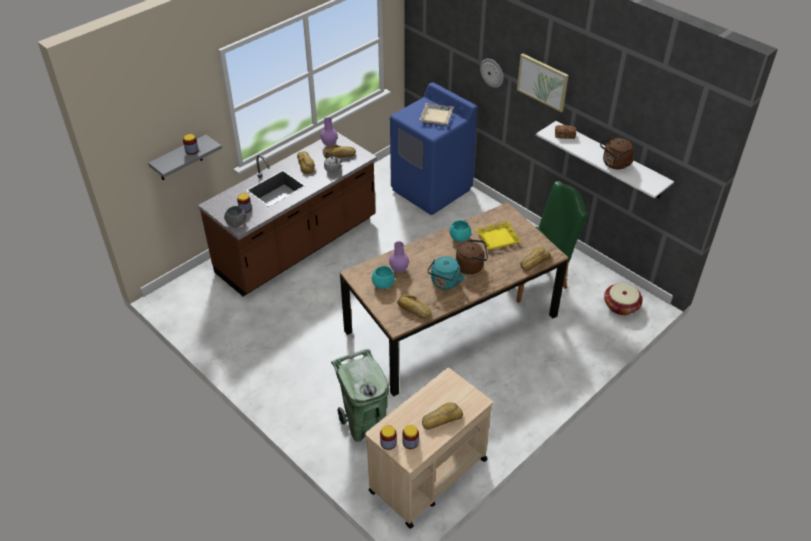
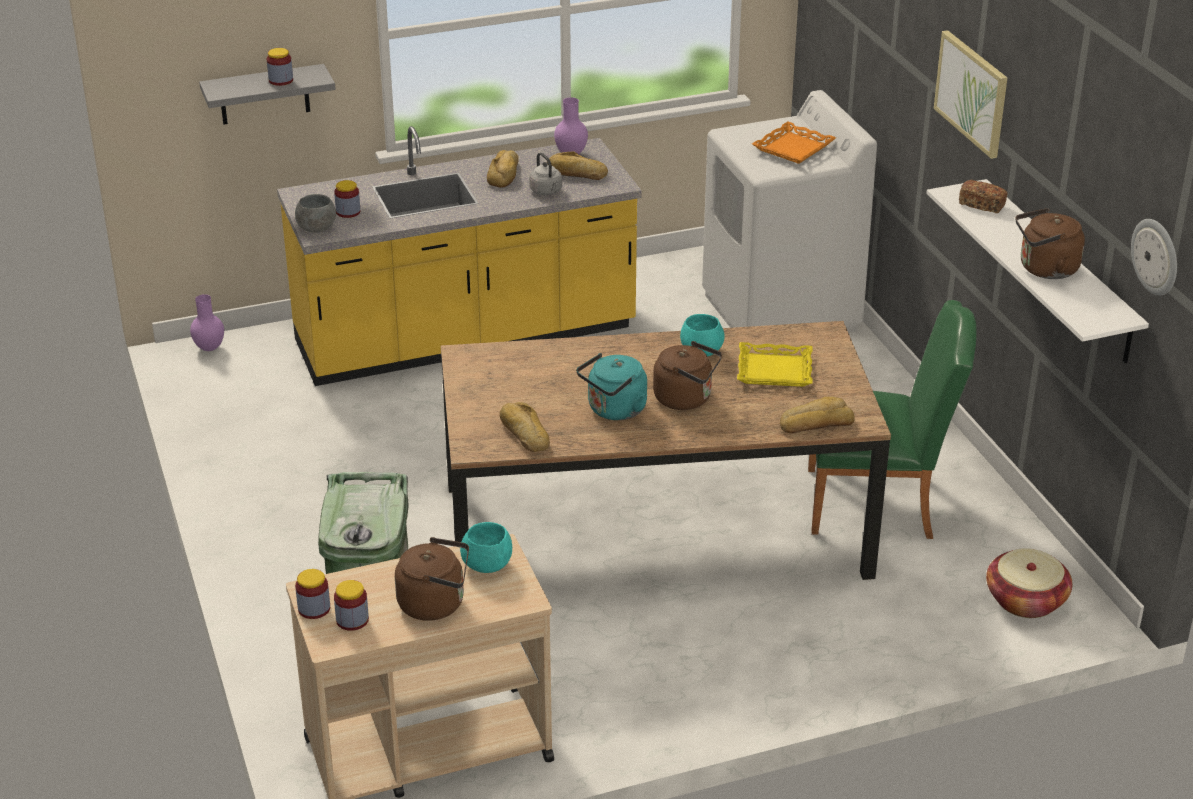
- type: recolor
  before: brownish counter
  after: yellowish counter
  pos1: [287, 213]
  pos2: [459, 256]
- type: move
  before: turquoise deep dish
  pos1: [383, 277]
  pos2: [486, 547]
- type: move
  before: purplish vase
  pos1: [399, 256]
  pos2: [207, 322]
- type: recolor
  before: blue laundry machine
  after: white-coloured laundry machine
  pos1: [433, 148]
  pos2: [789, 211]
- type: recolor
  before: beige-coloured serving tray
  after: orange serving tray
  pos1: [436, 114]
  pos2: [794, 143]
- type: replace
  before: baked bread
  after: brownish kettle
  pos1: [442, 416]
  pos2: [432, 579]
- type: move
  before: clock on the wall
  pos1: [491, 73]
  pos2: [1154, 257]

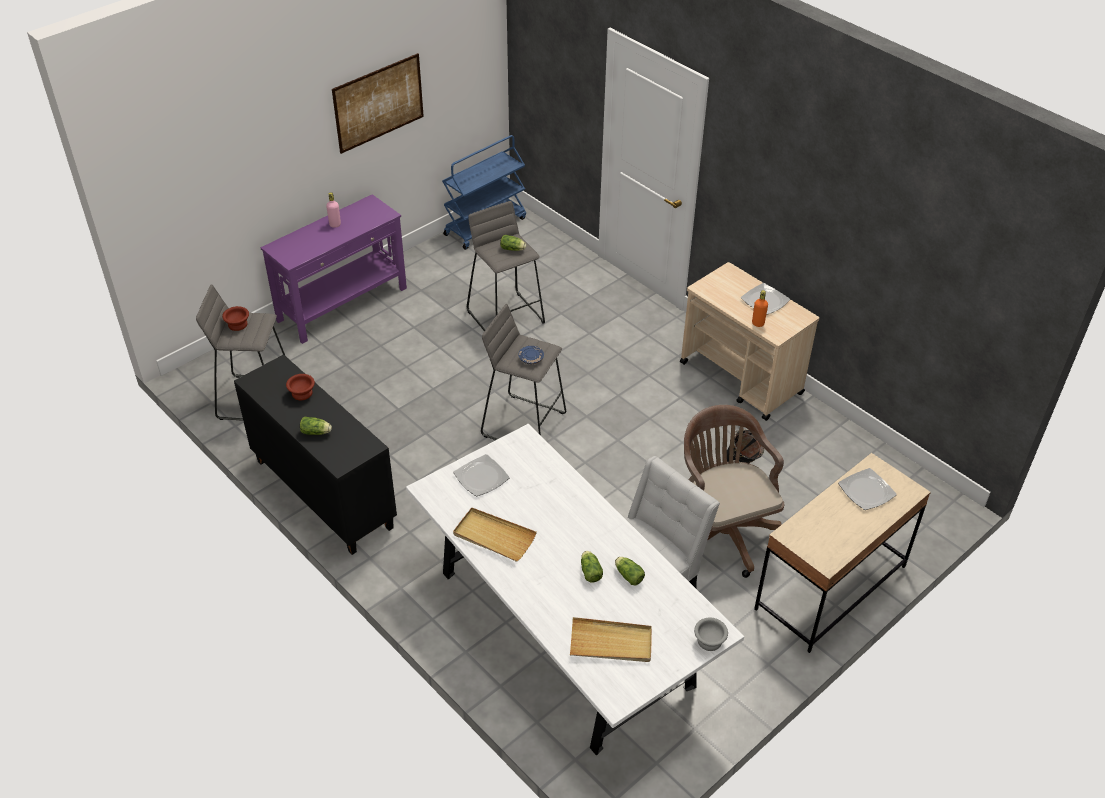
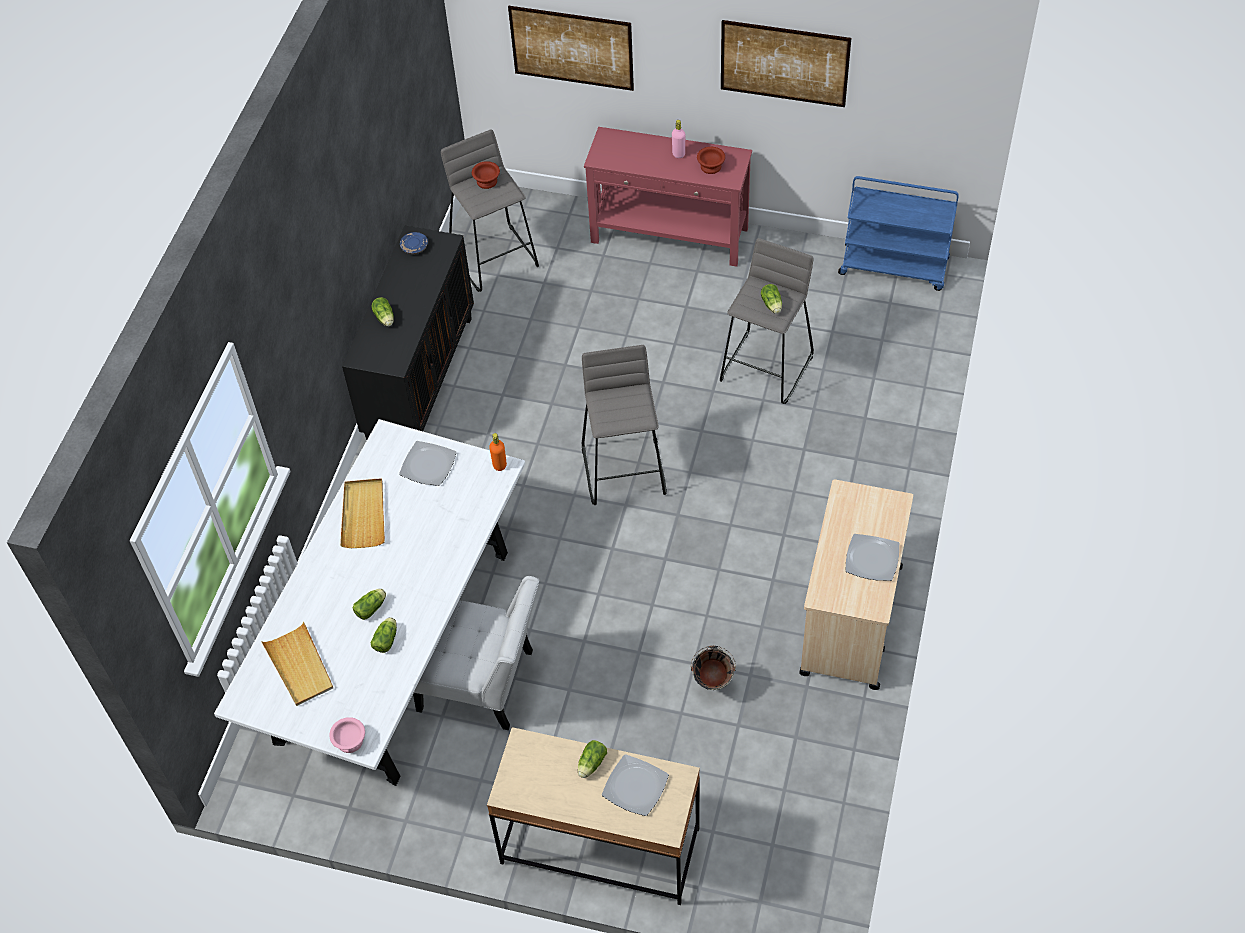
- type: recolor
  before: purplish hall table
  after: red-coloured hall table
  pos1: [333, 269]
  pos2: [668, 197]
- type: move
  before: brownish deep dish
  pos1: [300, 387]
  pos2: [711, 160]
- type: move
  before: blue flat dish
  pos1: [531, 355]
  pos2: [414, 243]
- type: delete
  before: brownish desk chair
  pos1: [734, 491]
- type: recolor
  before: greyish deep dish
  after: pink-coloured deep dish
  pos1: [711, 634]
  pos2: [347, 735]
- type: move
  before: orange bottle
  pos1: [760, 308]
  pos2: [498, 452]
- type: insert
  after: wall art
  pos2: [571, 48]
- type: insert
  after: lettuce
  pos2: [592, 759]

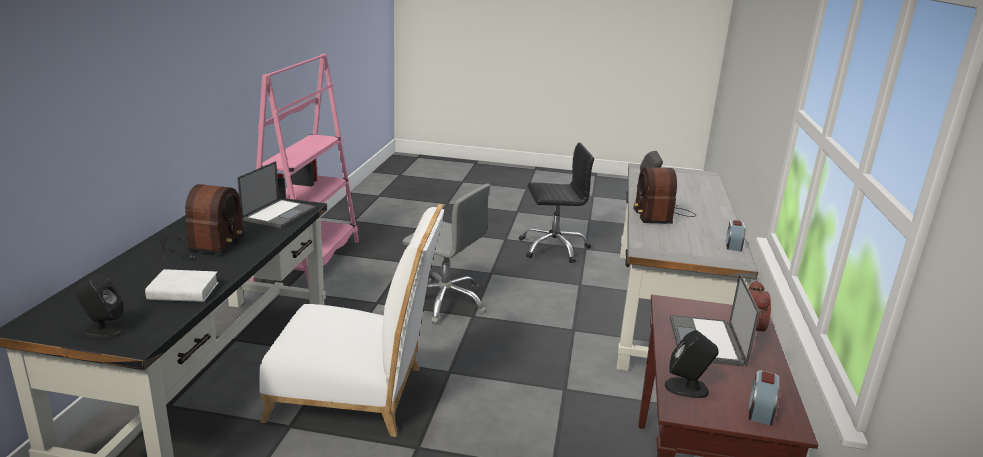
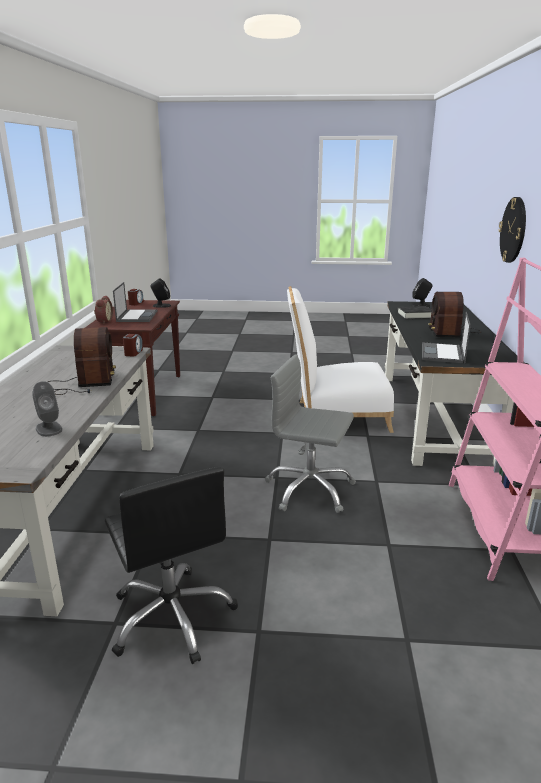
- type: recolor
  before: white-coloured volume
  after: black-coloured volume
  pos1: [182, 285]
  pos2: [414, 312]
- type: rotate
  before: black-coloured desk chair
  pos1: [556, 202]
  pos2: [171, 565]
  turn: -105
- type: move
  before: table clock
  pos1: [735, 236]
  pos2: [133, 345]
- type: insert
  after: clock on the wall
  pos2: [512, 230]

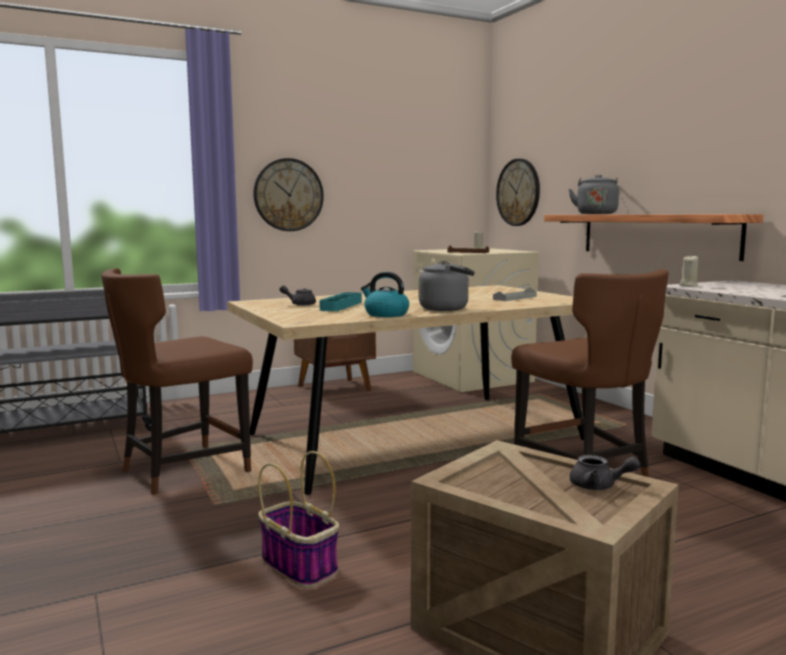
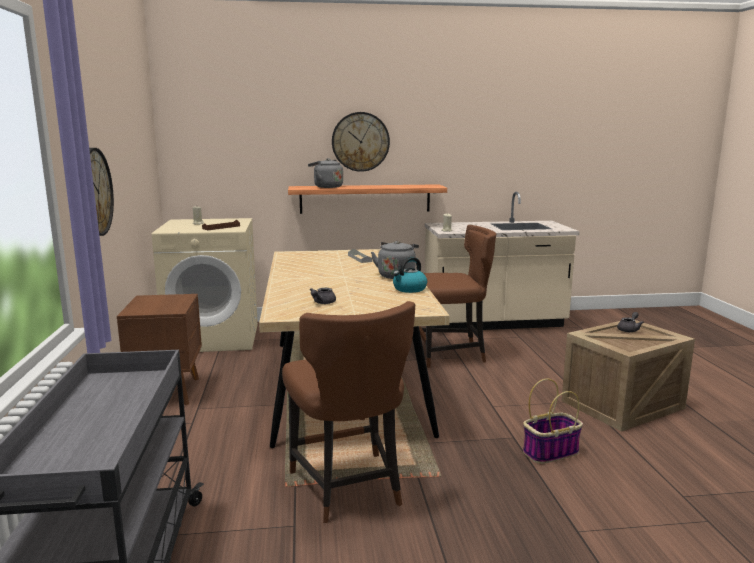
- type: delete
  before: turquoise serving tray
  pos1: [340, 301]
- type: move
  before: clock on the wall
  pos1: [518, 192]
  pos2: [361, 142]

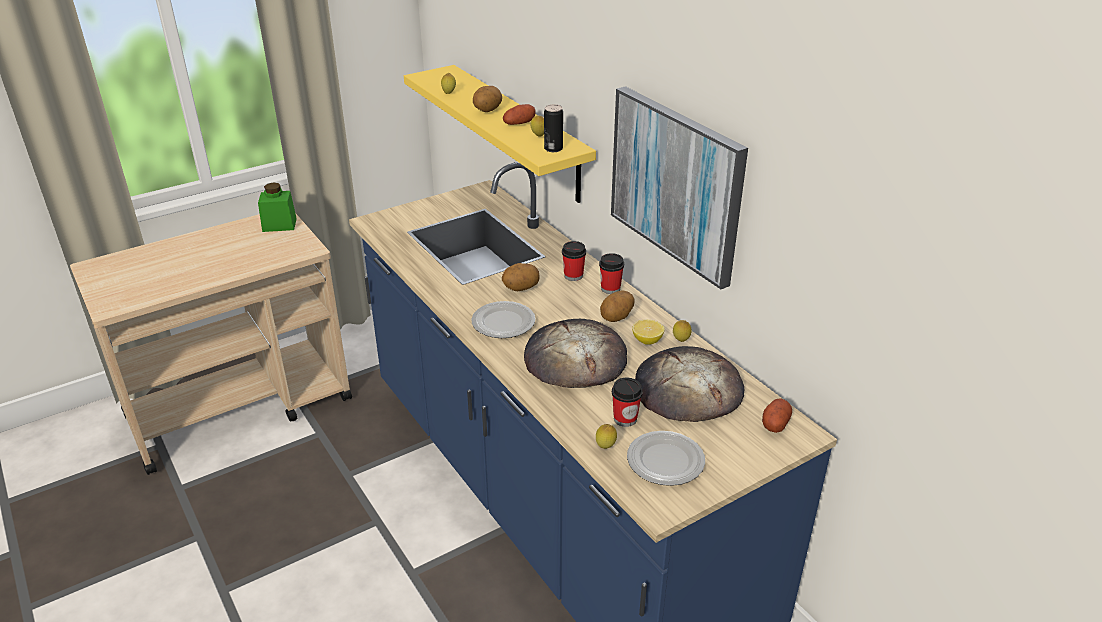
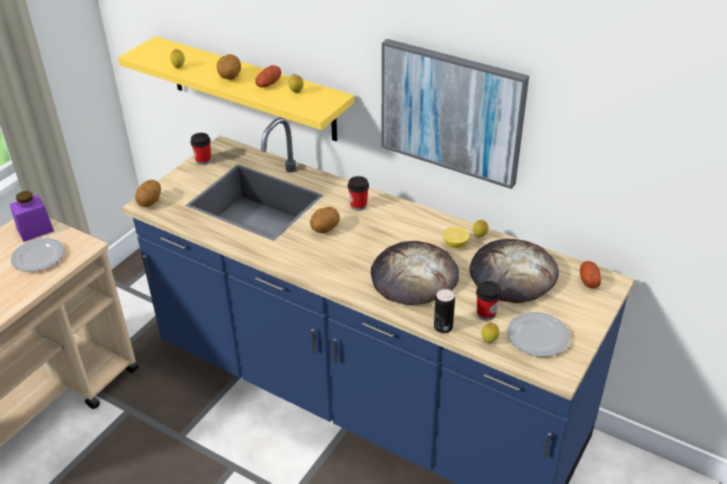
- type: recolor
  before: greenish storage jar
  after: purplish storage jar
  pos1: [277, 207]
  pos2: [32, 216]
- type: move
  before: flat dish
  pos1: [503, 319]
  pos2: [38, 255]
- type: move
  before: can
  pos1: [553, 128]
  pos2: [444, 311]
- type: move
  before: drinking cup
  pos1: [611, 273]
  pos2: [200, 149]
- type: move
  before: spud
  pos1: [617, 306]
  pos2: [148, 193]

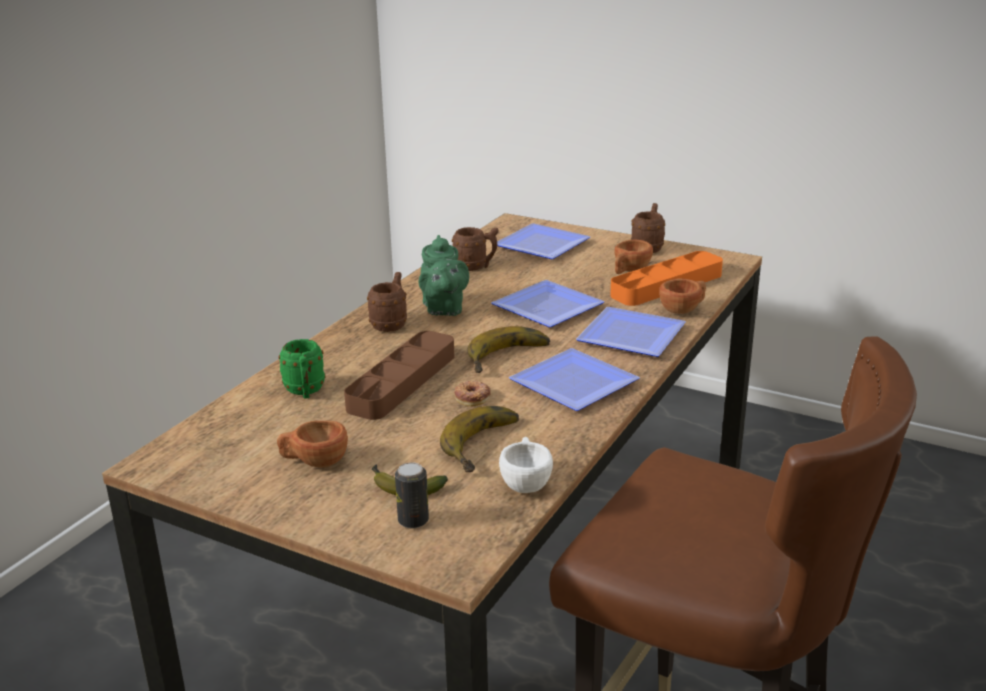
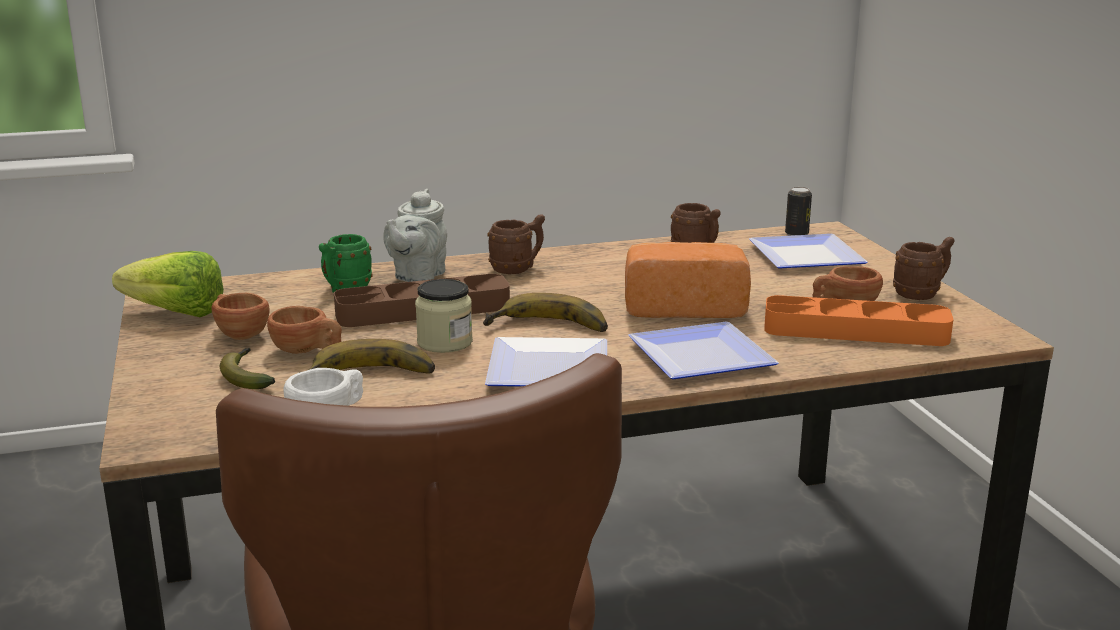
- type: move
  before: can
  pos1: [412, 495]
  pos2: [798, 211]
- type: delete
  before: greenish teapot
  pos1: [443, 275]
- type: replace
  before: doughnut
  after: storage jar
  pos1: [472, 394]
  pos2: [444, 316]
- type: replace
  before: flat dish
  after: baked bread
  pos1: [548, 303]
  pos2: [688, 280]
- type: move
  before: brownish drinking cup
  pos1: [682, 296]
  pos2: [304, 330]
- type: insert
  after: lettuce
  pos2: [168, 284]
- type: insert
  after: greyish teapot
  pos2: [415, 235]

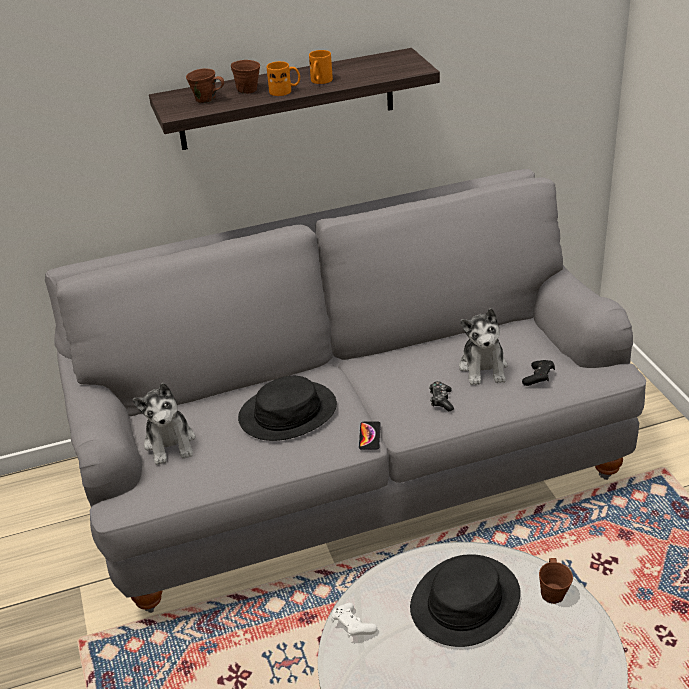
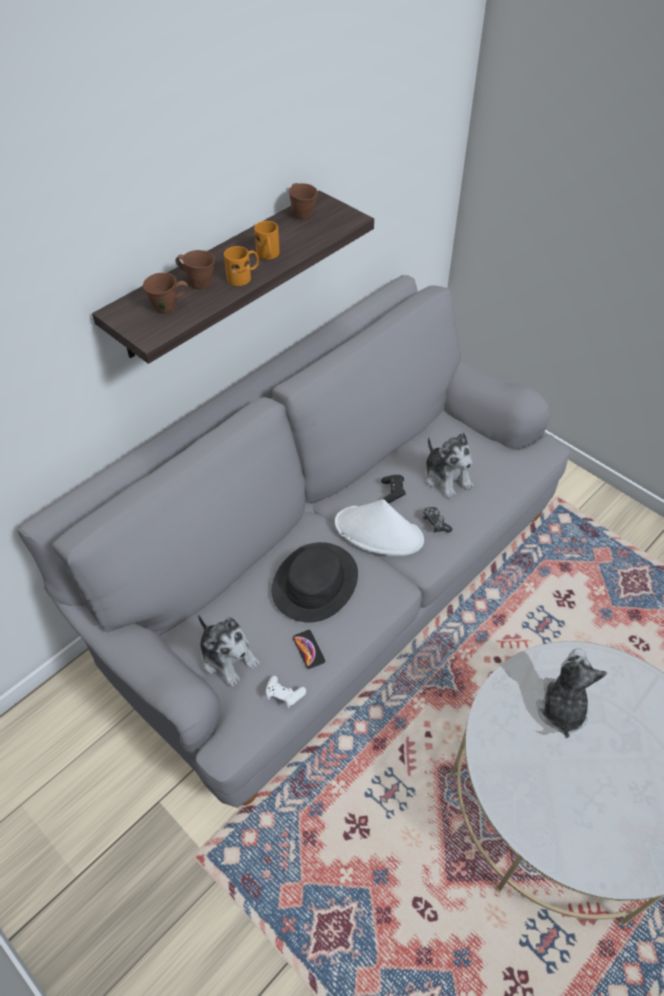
- type: move
  before: white-coloured joypad
  pos1: [354, 620]
  pos2: [286, 692]
- type: move
  before: phone
  pos1: [370, 436]
  pos2: [309, 649]
- type: replace
  before: black-coloured wearable hat
  after: plush toy
  pos1: [465, 600]
  pos2: [572, 693]
- type: move
  before: black-coloured joypad
  pos1: [538, 373]
  pos2: [393, 489]
- type: move
  before: brownish tea mug
  pos1: [556, 581]
  pos2: [303, 201]
- type: insert
  after: white-coloured wearable hat
  pos2: [379, 527]

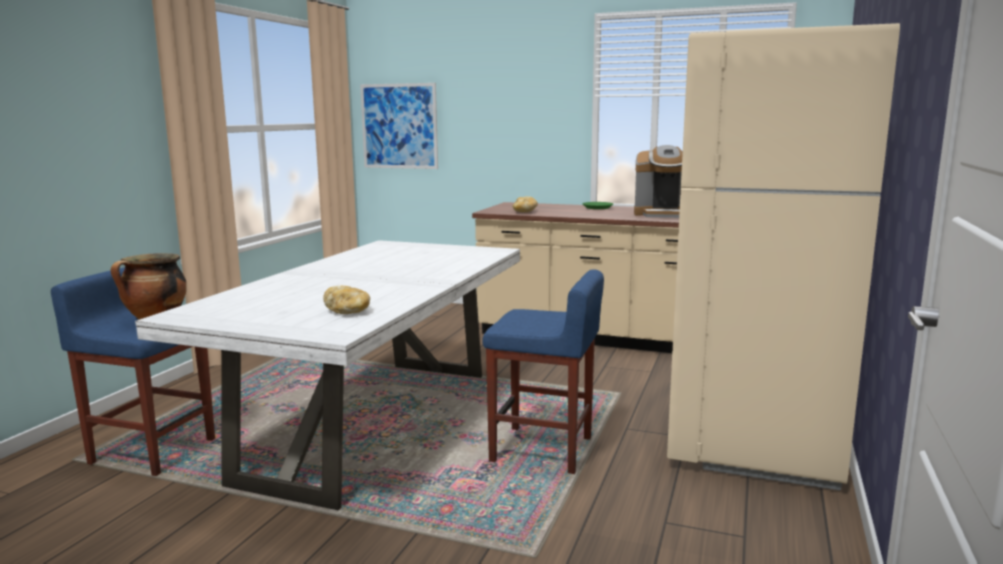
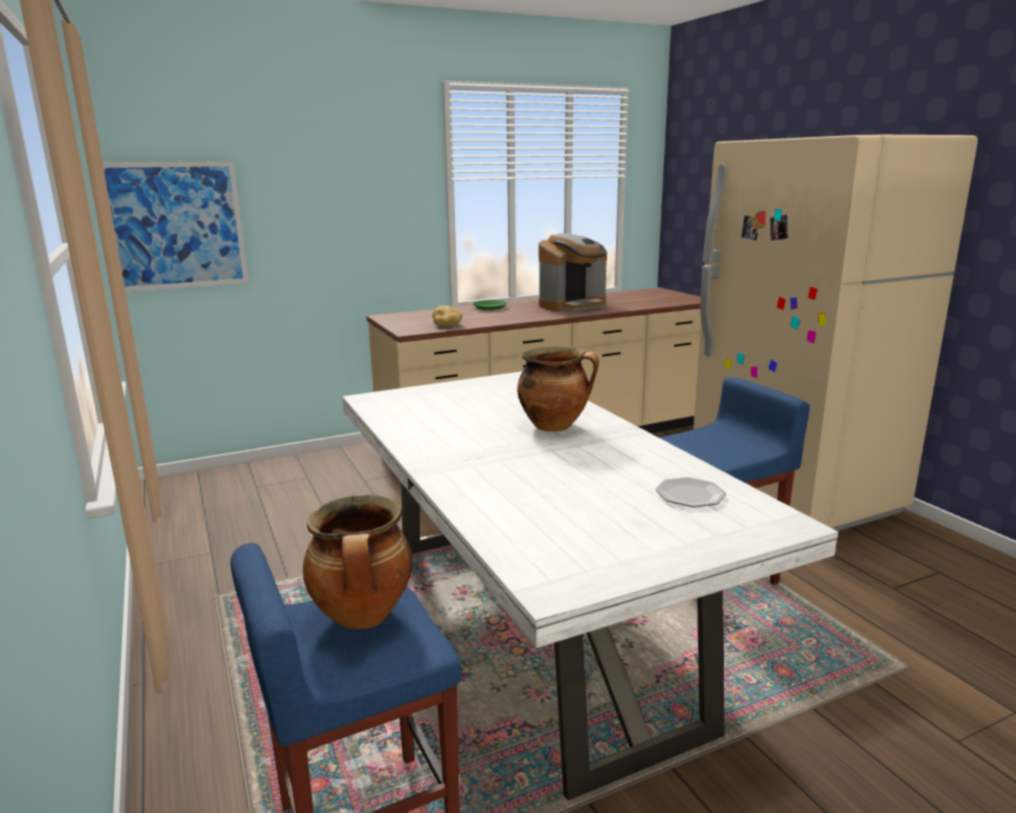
- type: replace
  before: baked bread
  after: flat dish
  pos1: [346, 300]
  pos2: [690, 492]
- type: insert
  after: stockpot
  pos2: [558, 389]

